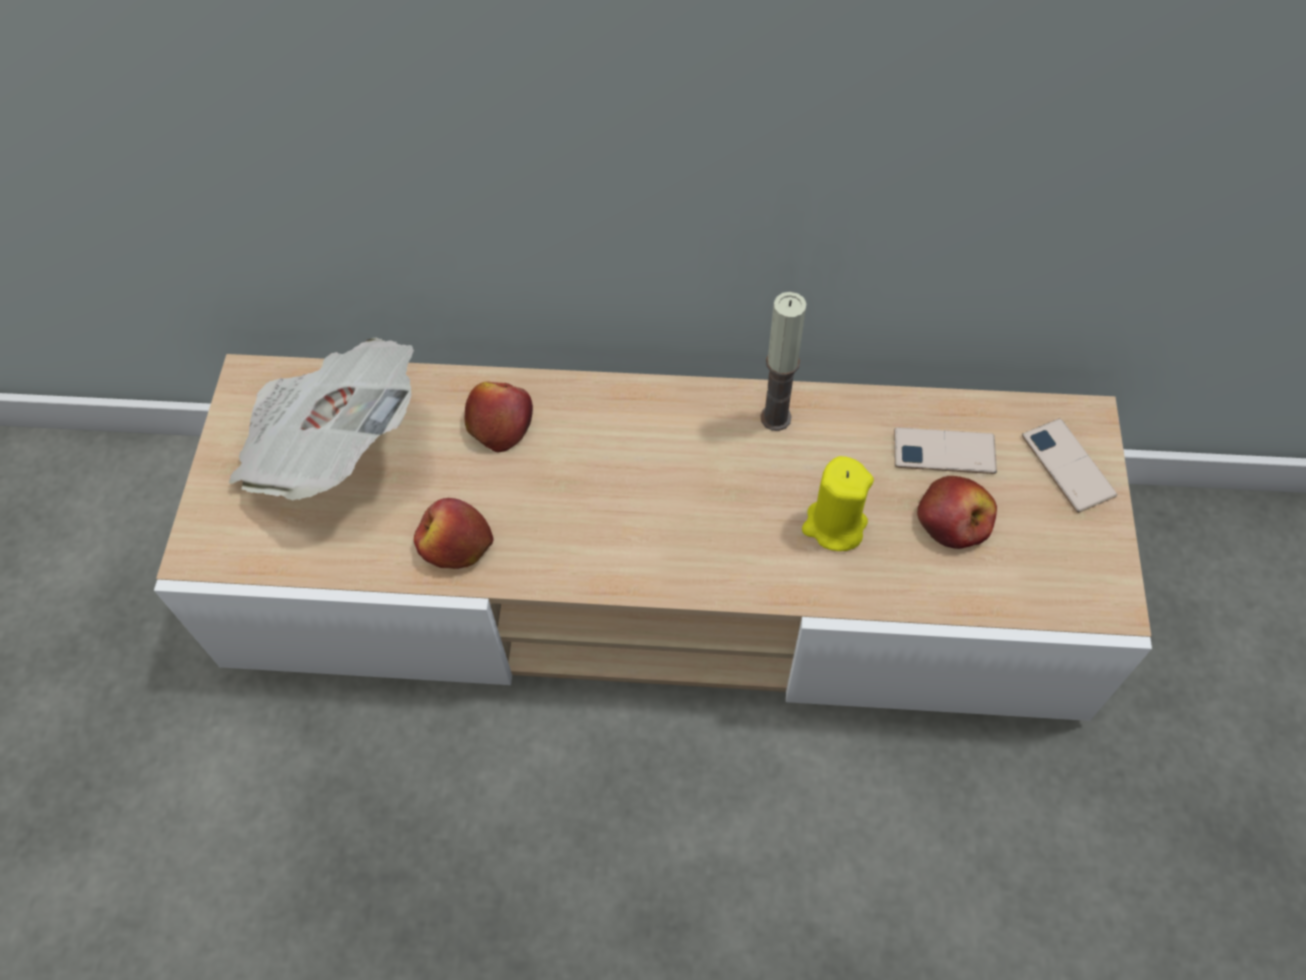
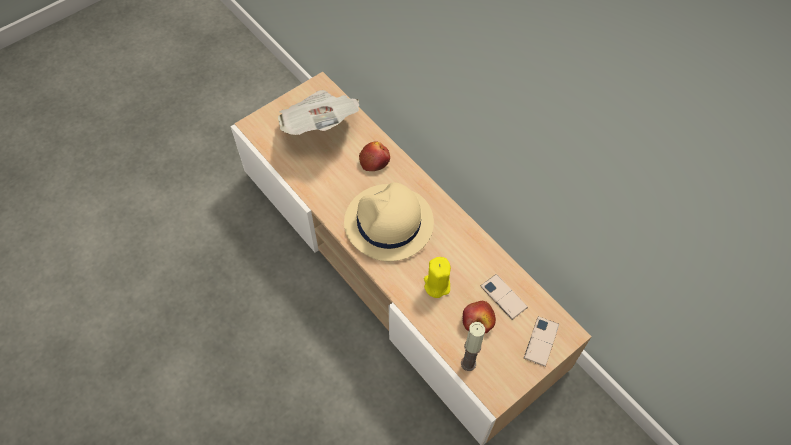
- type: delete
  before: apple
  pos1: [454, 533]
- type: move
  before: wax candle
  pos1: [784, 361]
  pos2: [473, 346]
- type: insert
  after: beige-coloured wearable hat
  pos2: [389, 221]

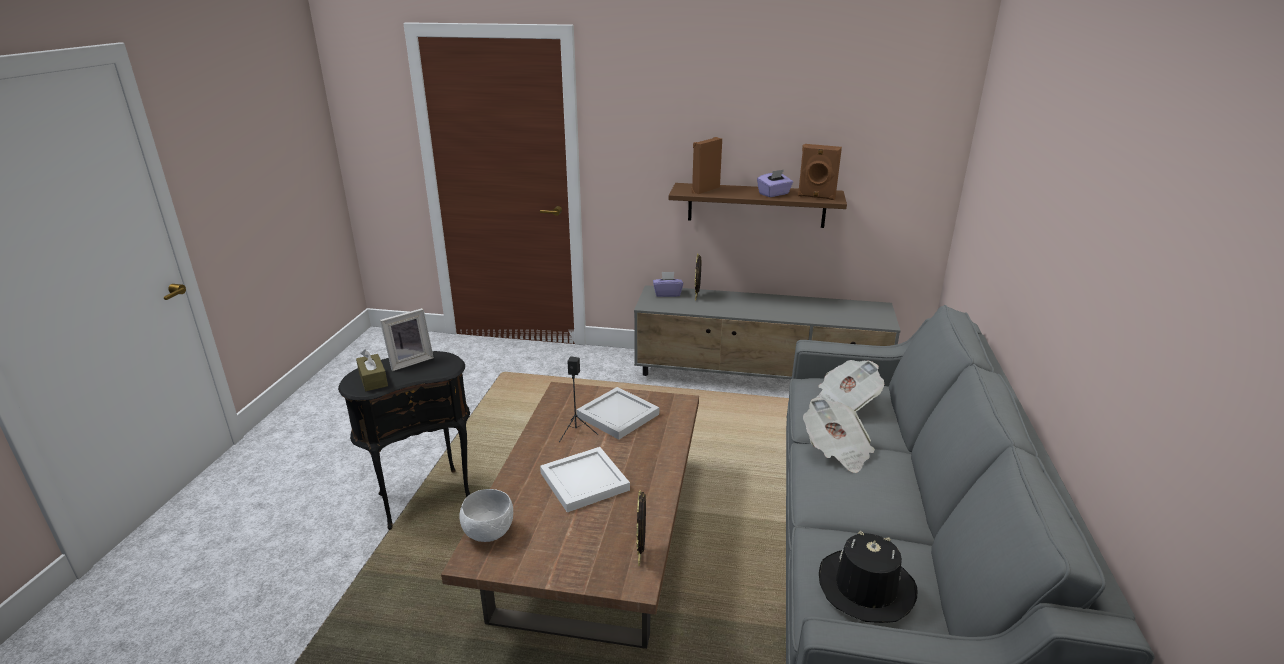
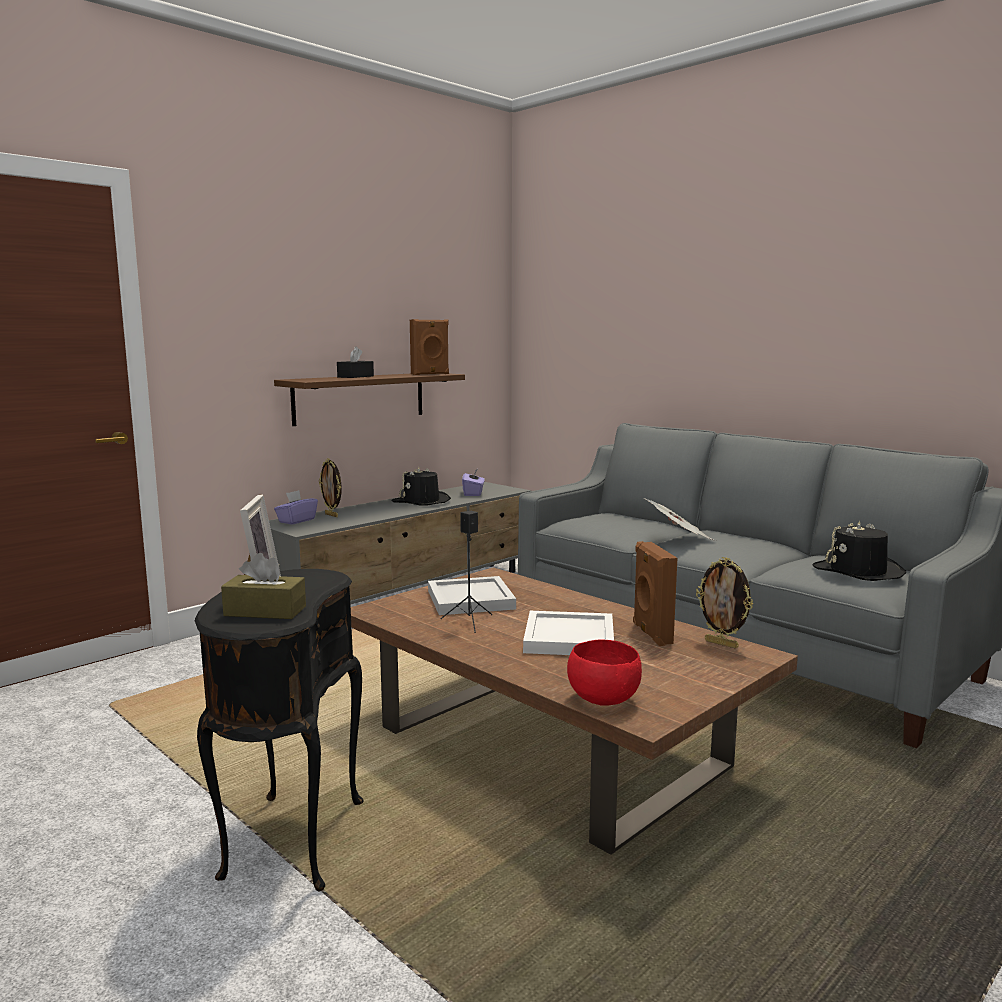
- type: recolor
  before: white-coloured deep dish
  after: red-coloured deep dish
  pos1: [486, 515]
  pos2: [604, 672]
- type: move
  before: brownish speaker
  pos1: [707, 165]
  pos2: [655, 593]
- type: move
  before: purplish tissue box
  pos1: [775, 183]
  pos2: [473, 482]
- type: delete
  before: newspaper
  pos1: [850, 386]
- type: insert
  after: black-coloured tissue box
  pos2: [355, 362]
- type: insert
  after: black-coloured wearable hat
  pos2: [421, 486]

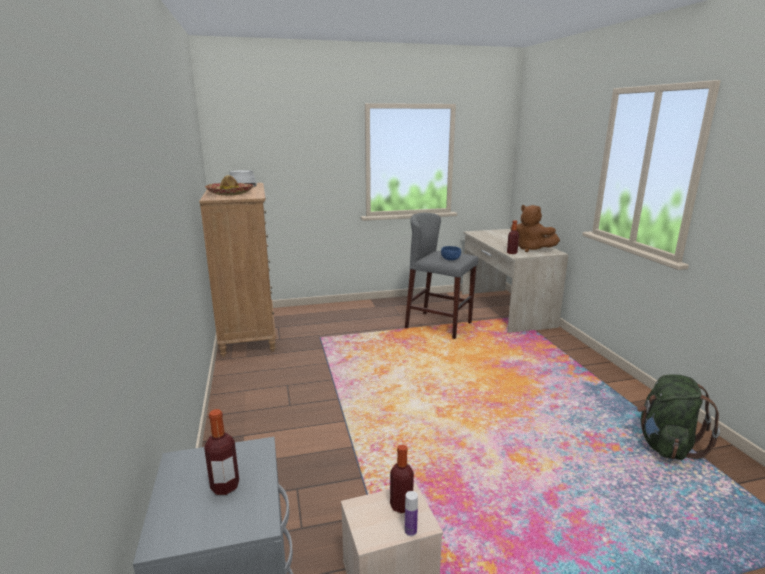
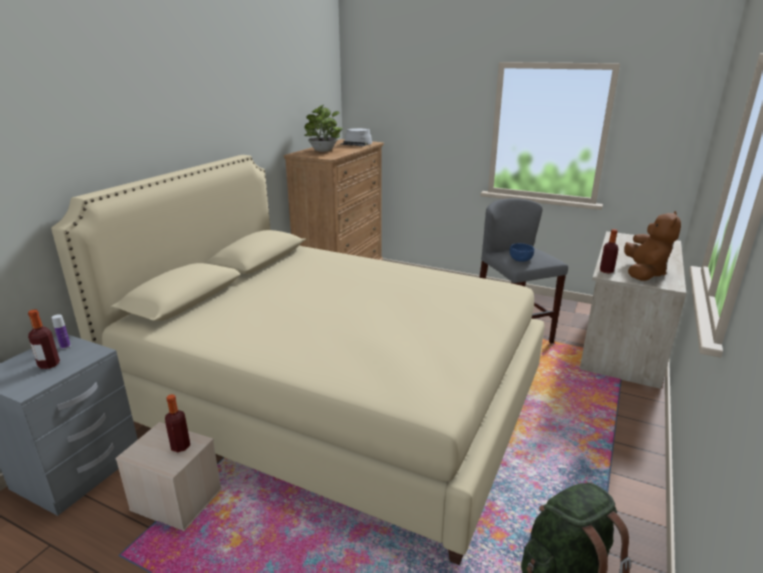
- type: replace
  before: wearable hat
  after: potted plant
  pos1: [229, 185]
  pos2: [323, 128]
- type: move
  before: bottle
  pos1: [411, 513]
  pos2: [61, 331]
- type: rotate
  before: brownish plush toy
  pos1: [535, 228]
  pos2: [652, 246]
  turn: -150
- type: insert
  after: beige-coloured sleeping bed
  pos2: [298, 360]

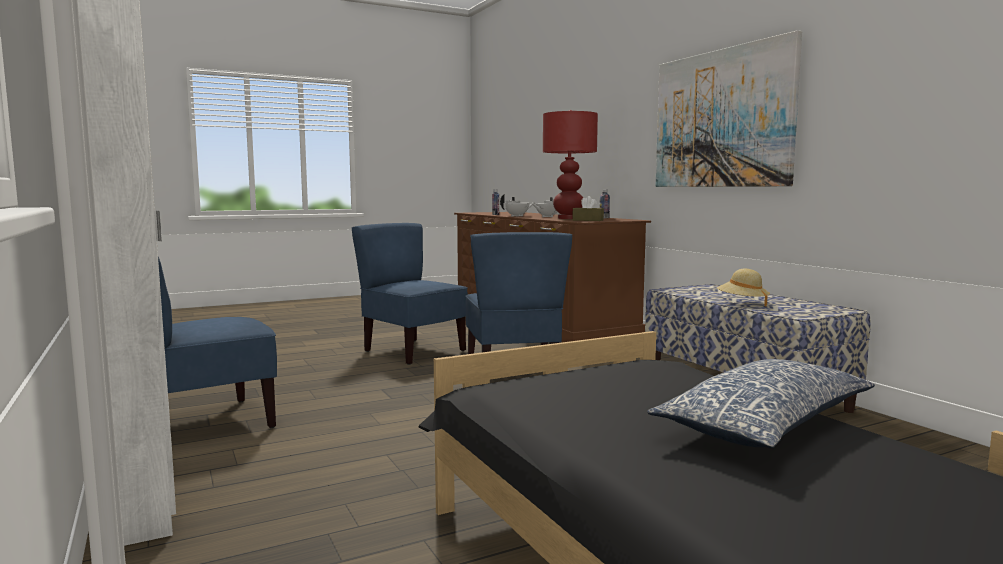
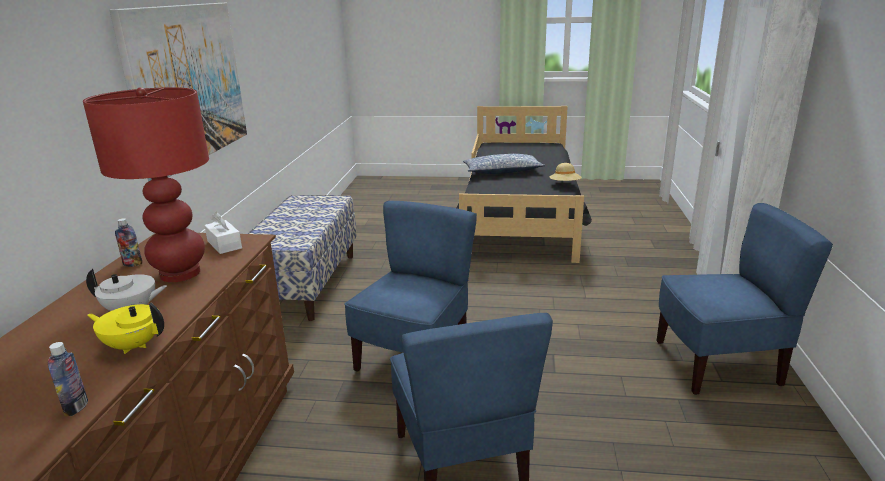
- type: recolor
  before: white-coloured teapot
  after: yellowish teapot
  pos1: [517, 205]
  pos2: [125, 328]
- type: recolor
  before: brownish tissue box
  after: white-coloured tissue box
  pos1: [588, 208]
  pos2: [223, 233]
- type: move
  before: beige-coloured wearable hat
  pos1: [743, 287]
  pos2: [566, 172]

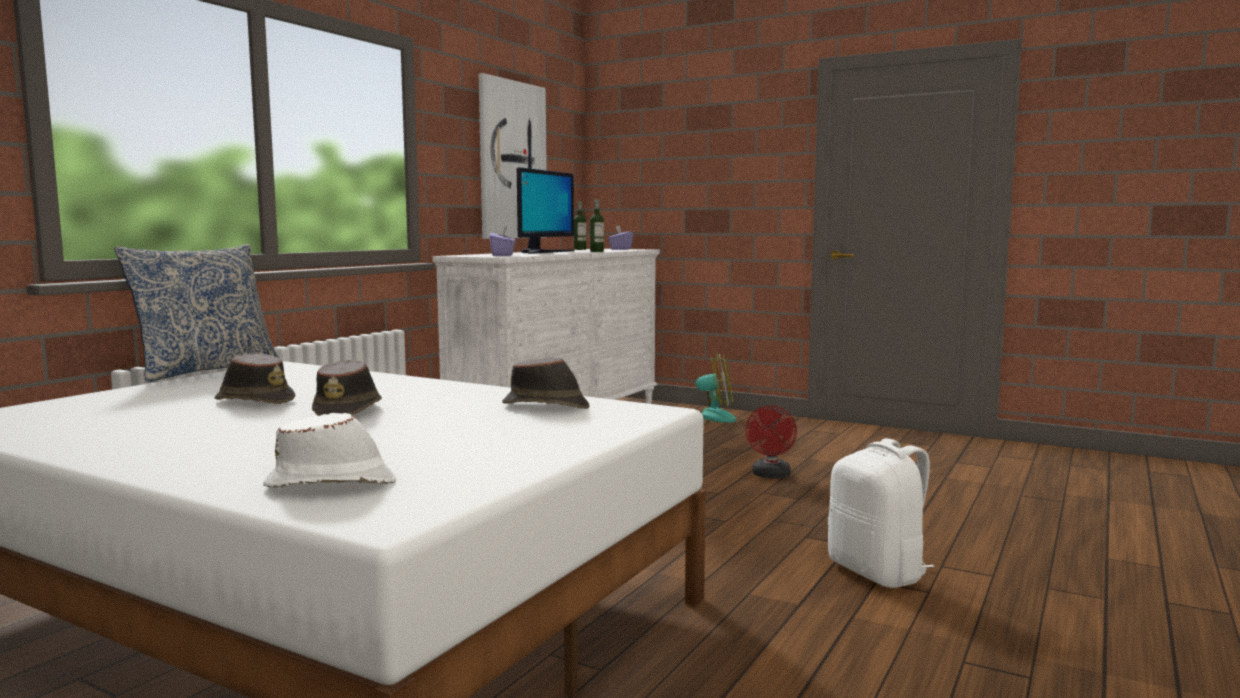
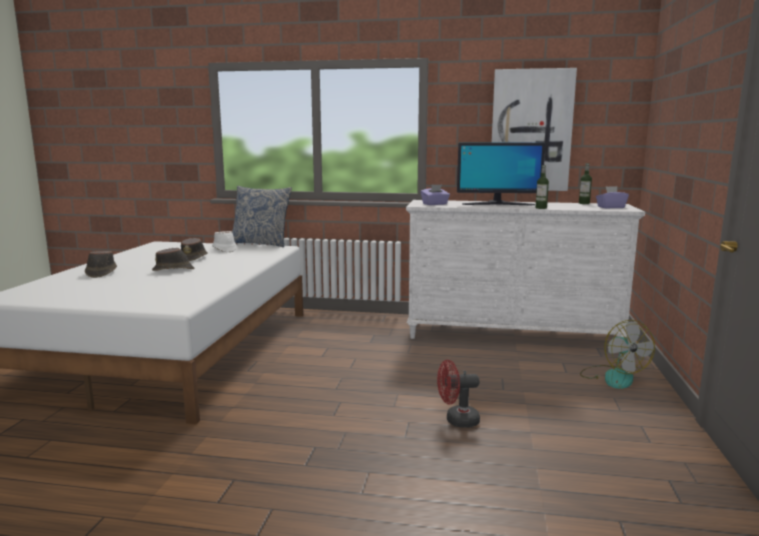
- type: move
  before: white-coloured wearable hat
  pos1: [329, 450]
  pos2: [224, 241]
- type: move
  before: brownish wearable hat
  pos1: [546, 383]
  pos2: [101, 264]
- type: delete
  before: white-coloured rucksack
  pos1: [881, 513]

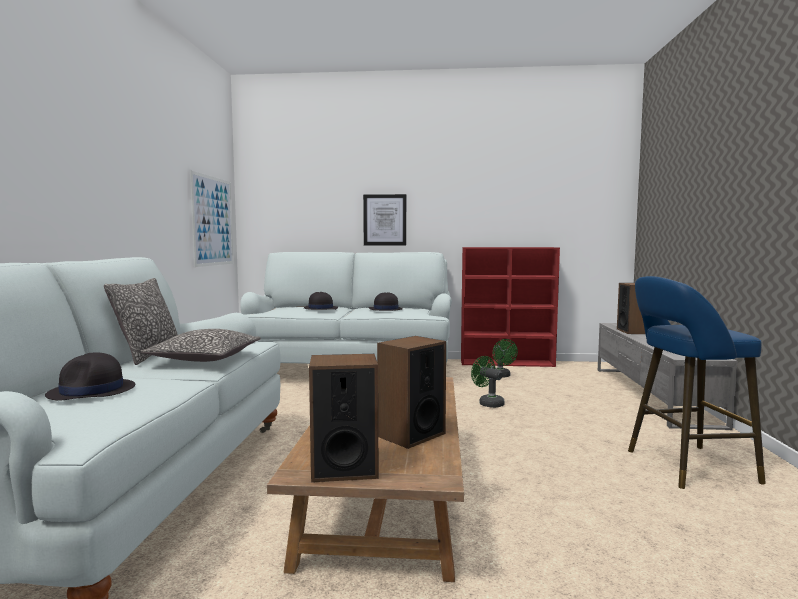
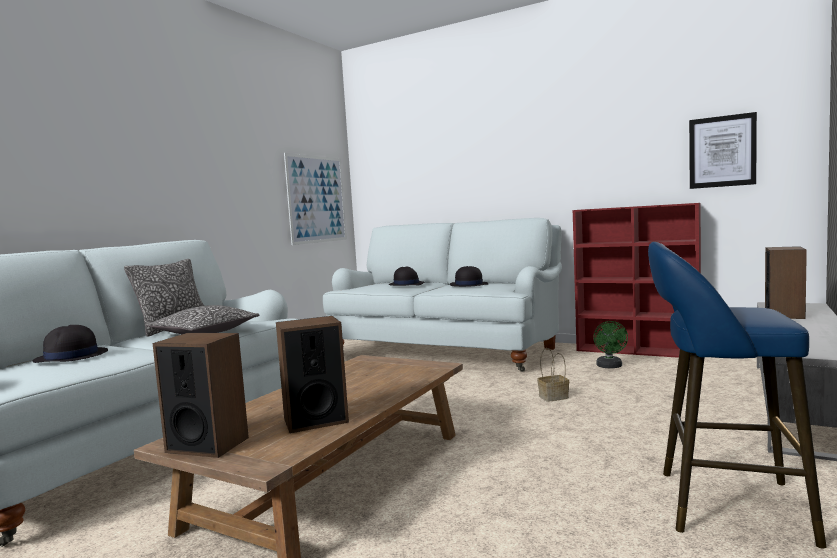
- type: move
  before: wall art
  pos1: [384, 220]
  pos2: [723, 150]
- type: replace
  before: greenish fan
  after: household basket
  pos1: [488, 382]
  pos2: [553, 375]

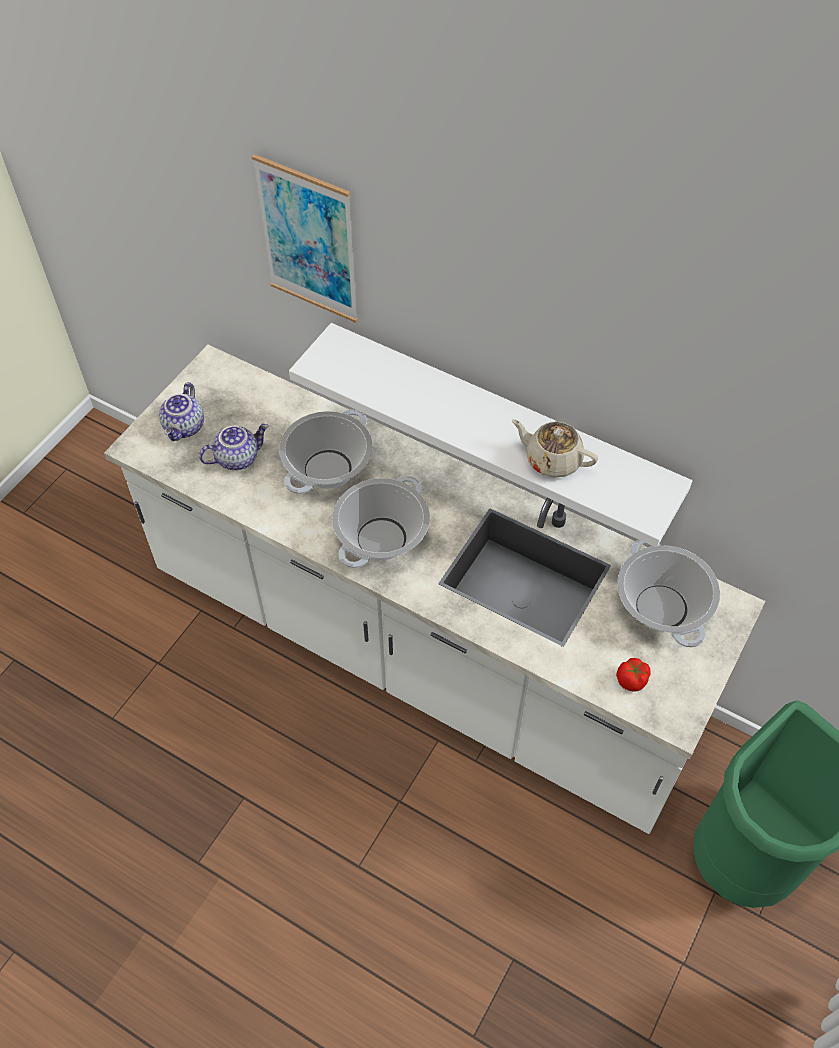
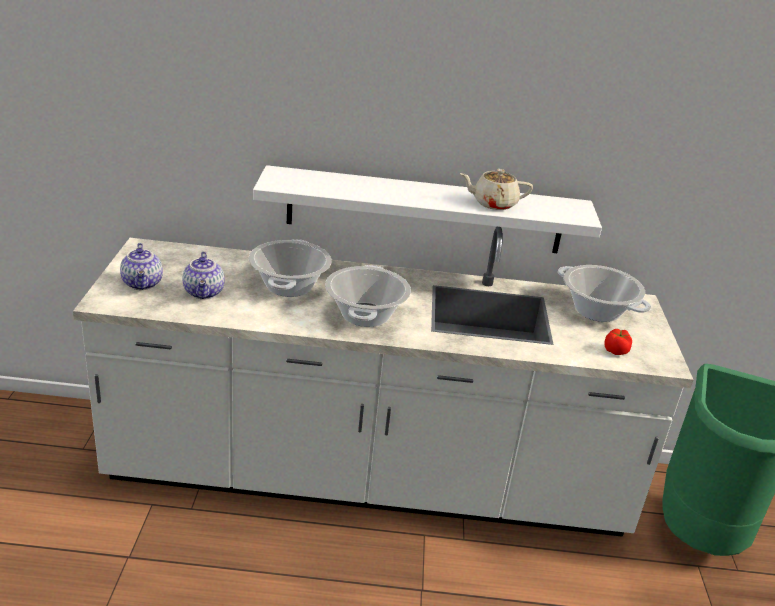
- type: rotate
  before: teapot
  pos1: [234, 447]
  pos2: [204, 275]
  turn: 135
- type: delete
  before: wall art
  pos1: [305, 238]

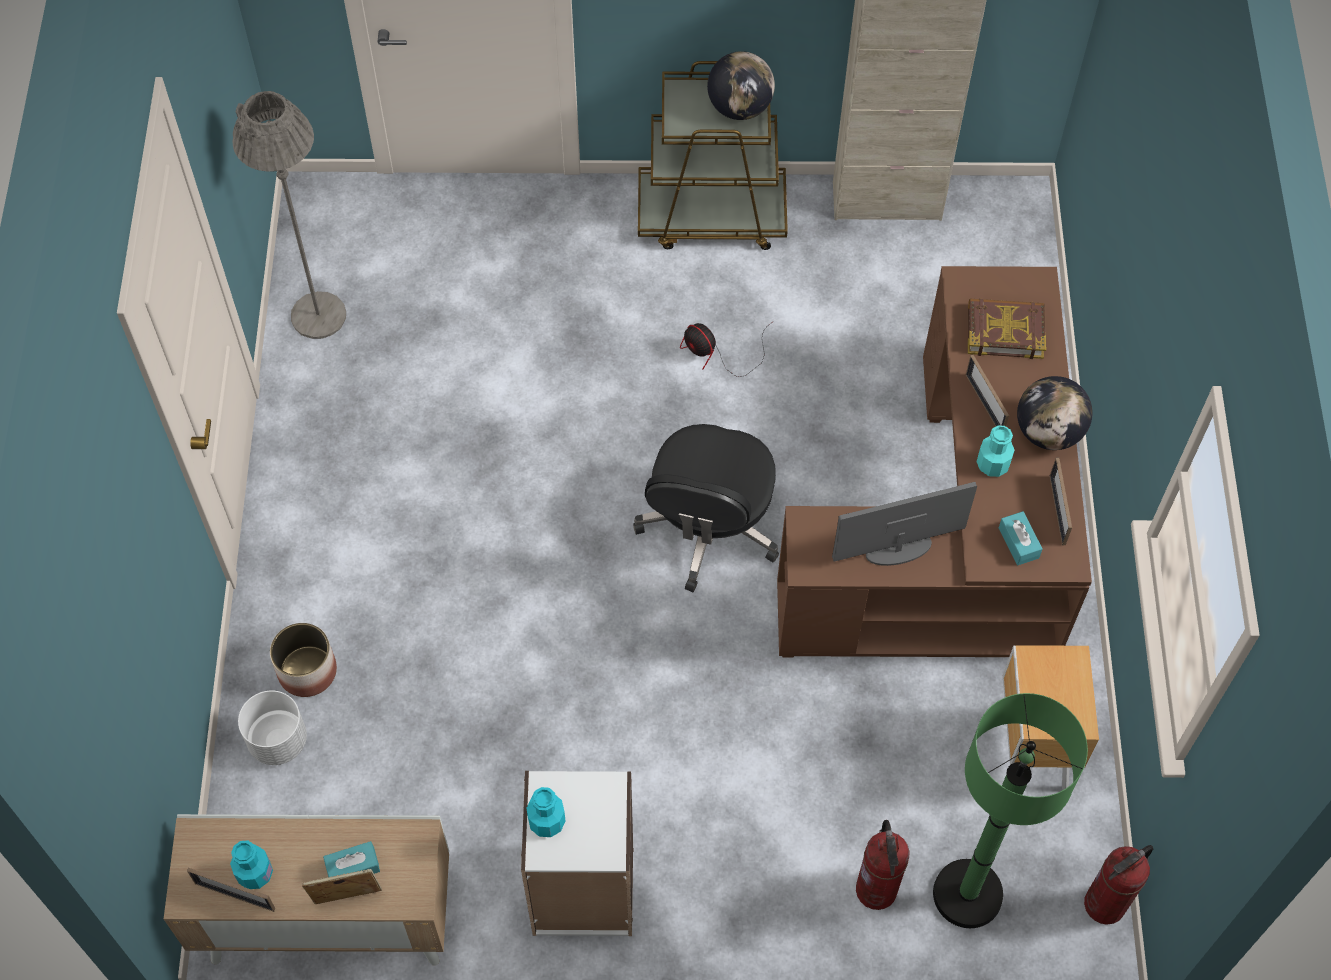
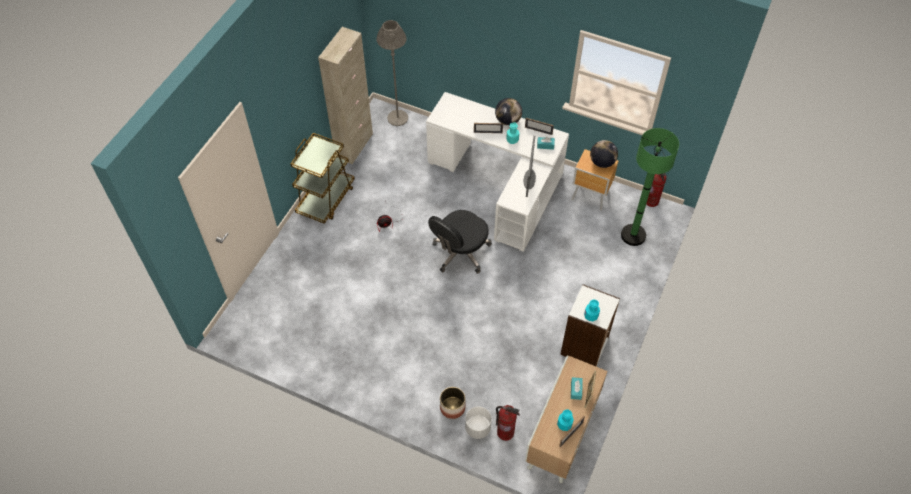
- type: move
  before: greyish standing lamp
  pos1: [289, 215]
  pos2: [392, 73]
- type: rotate
  before: black-coloured desk chair
  pos1: [706, 508]
  pos2: [460, 242]
  turn: 90
- type: move
  before: globe
  pos1: [741, 85]
  pos2: [604, 154]
- type: recolor
  before: brownish desk
  after: white-coloured desk
  pos1: [934, 462]
  pos2: [497, 171]
- type: move
  before: fire-fighting cylinder
  pos1: [883, 865]
  pos2: [508, 423]
- type: delete
  before: volume
  pos1: [1007, 329]

